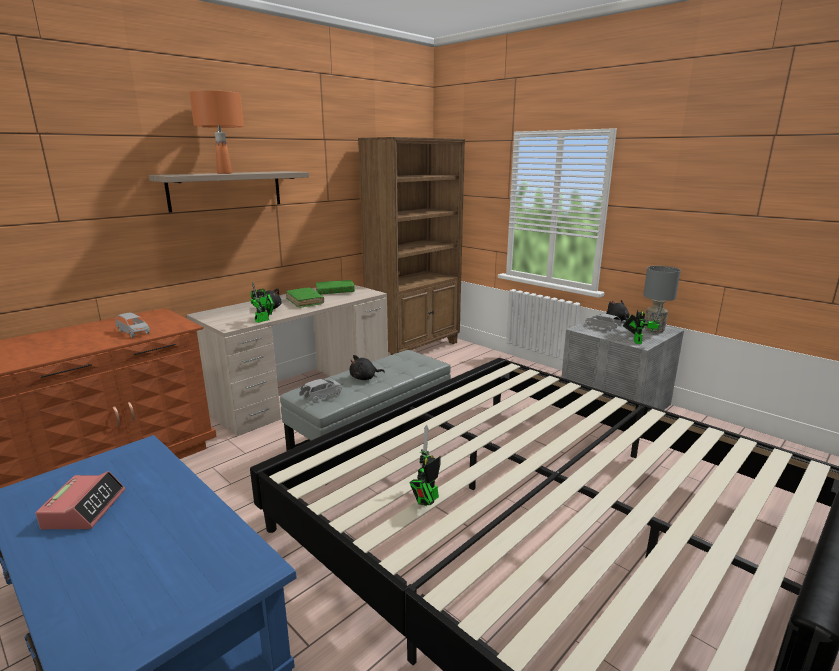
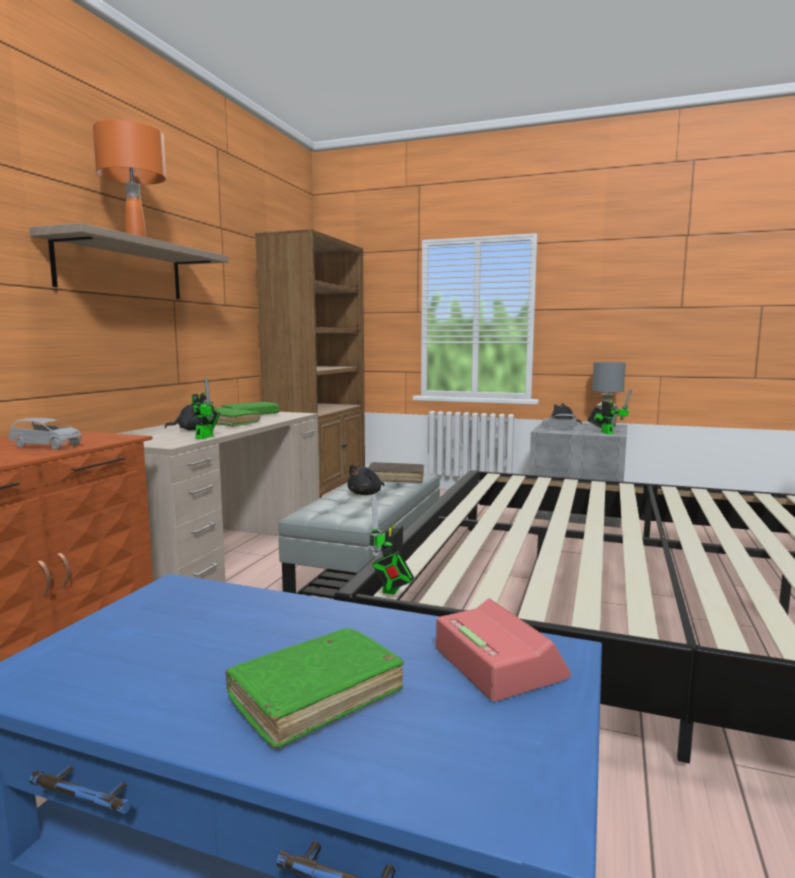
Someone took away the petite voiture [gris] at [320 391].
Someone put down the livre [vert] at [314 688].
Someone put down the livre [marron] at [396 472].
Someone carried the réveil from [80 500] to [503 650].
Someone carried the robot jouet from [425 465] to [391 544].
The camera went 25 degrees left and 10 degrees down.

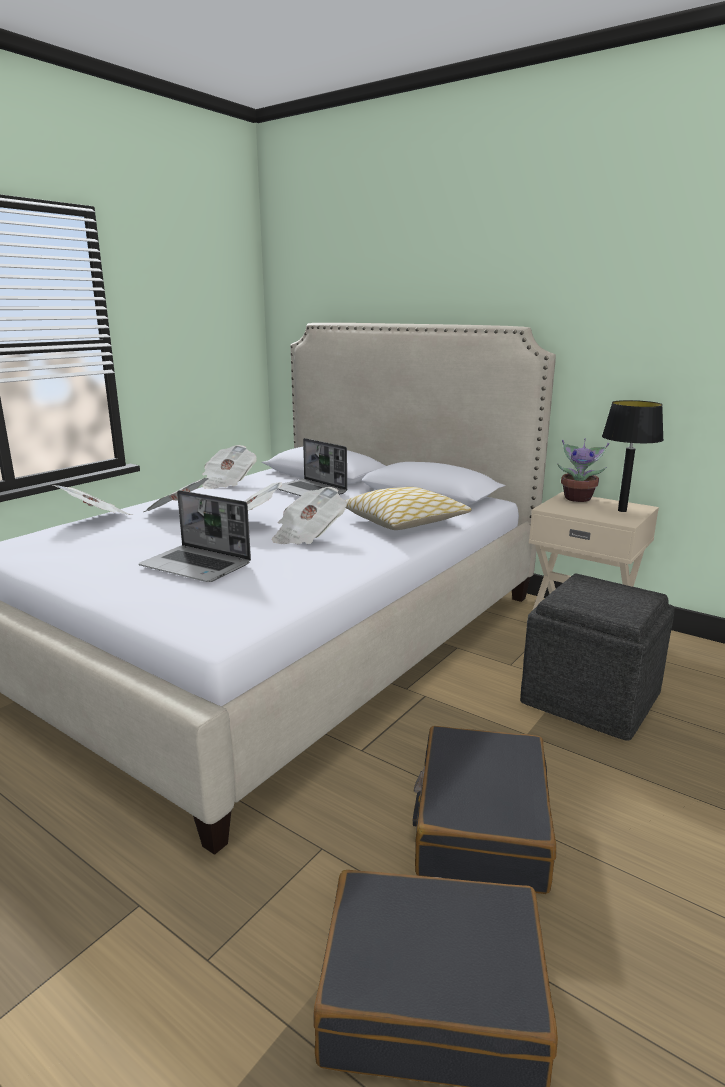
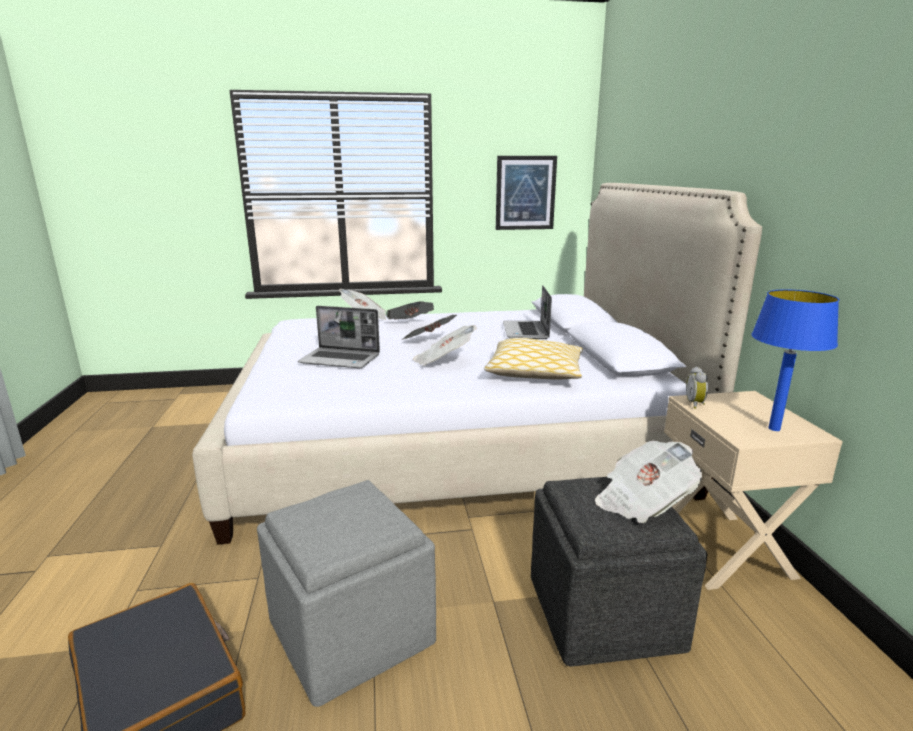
Someone took away the plante en pot at [583 470].
Someone put up the tableau at [526 193].
Someone put down the réveil at [697 387].
Someone carried the journal from [229 467] to [648 482].
Someone swapped the valise [noir] at [484 810] for the pouf [gris] at [346 593].
Someone repainted the lampe de table [noir] at [633 456], which became the lampe de table [bleu] at [795 360].
Someone rotated the ordinateur portable at [195 536] by 60 degrees counterclockwise.
The camera went 45 degrees right and 0 degrees up.

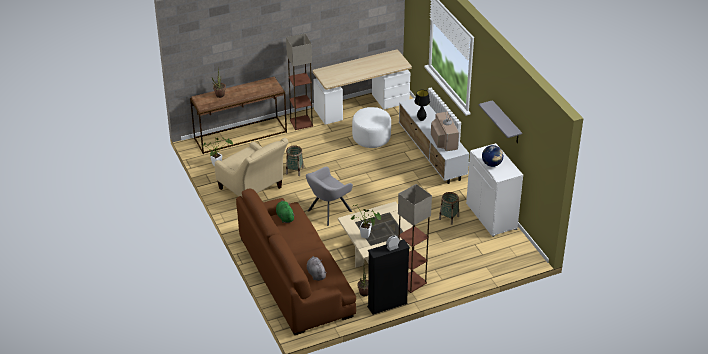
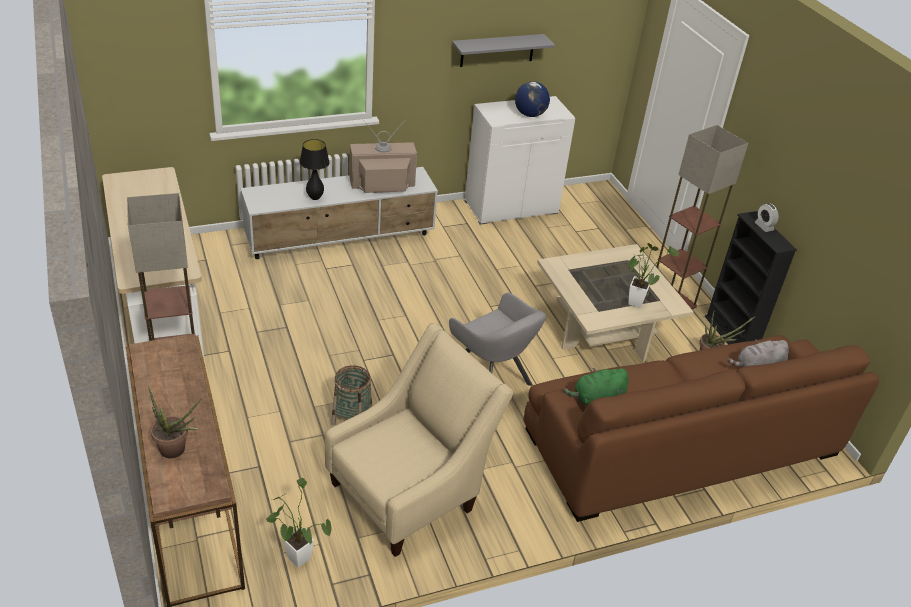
Someone took away the pouf [blanc] at [371 127].
Someone took away the panier at [449 208].
The camera went 90 degrees left and 0 degrees up.

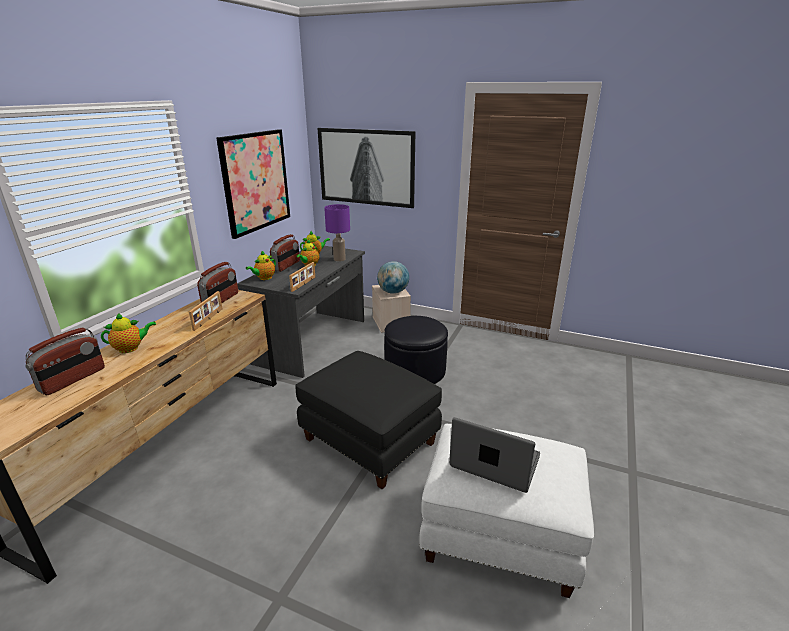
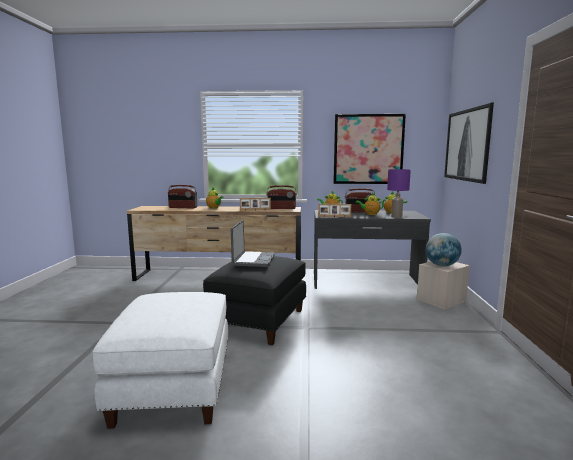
Someone took away the pouf [noir] at [416 350].
Someone carried the ordinateur portable from [494 455] to [253 243].
The camera went 70 degrees right and 15 degrees down.

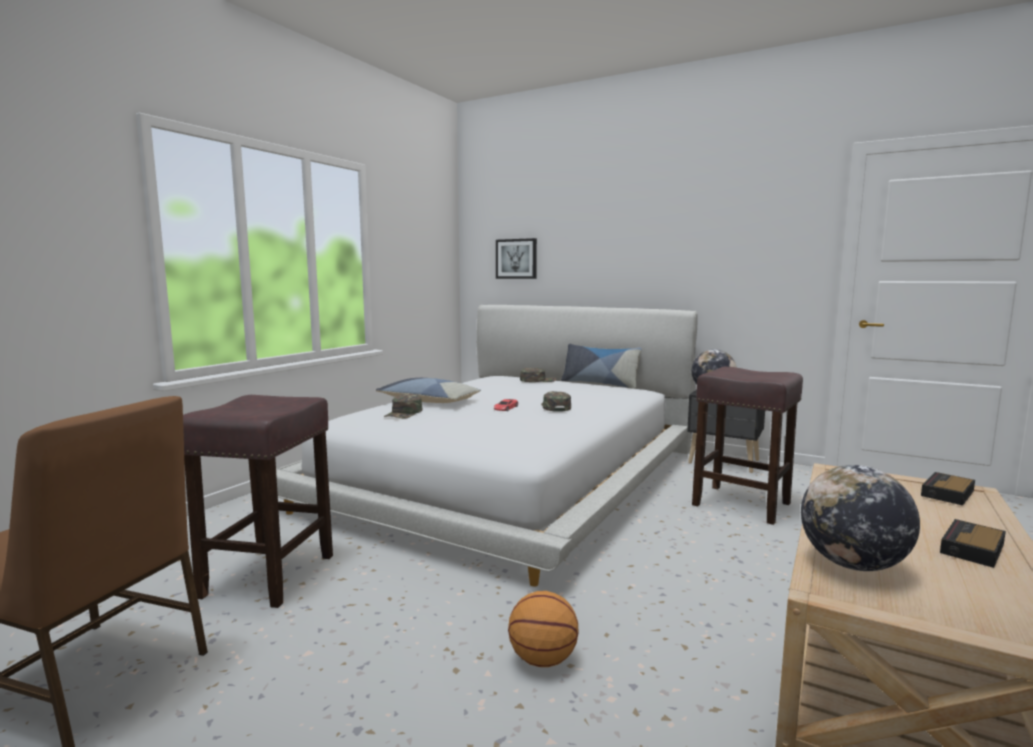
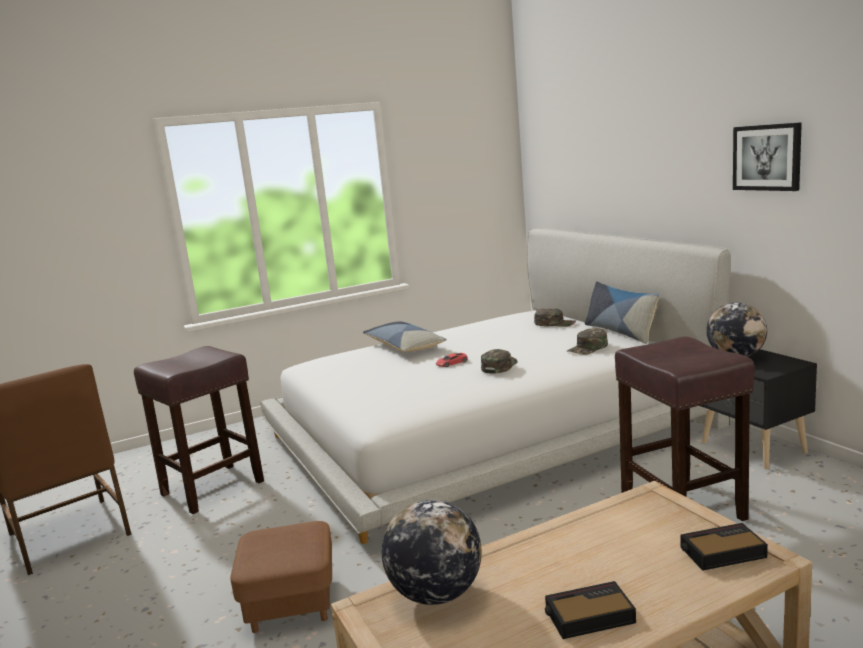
Someone carried the casquette [vert] from [403 406] to [587 341].
Someone carried the tableau from [516 258] to [767 156].
Someone swapped the ballon de basket at [543 629] for the pouf [marron] at [281 577].
The camera went 35 degrees right and 5 degrees up.

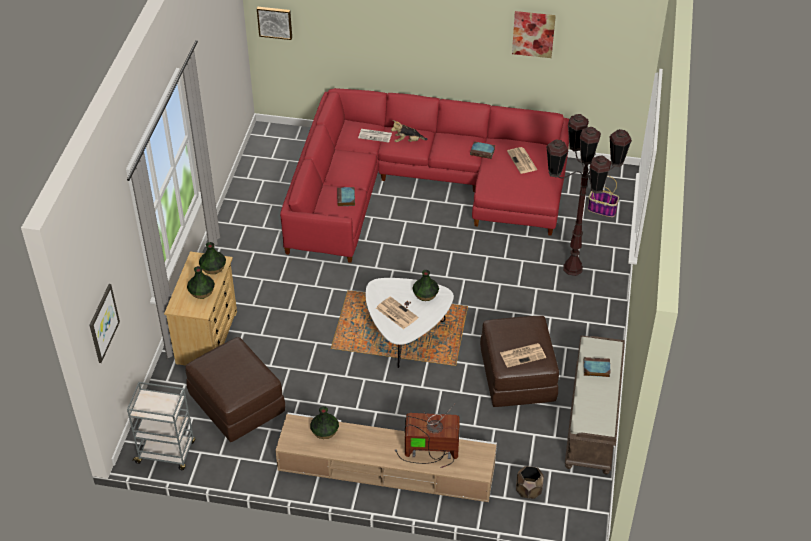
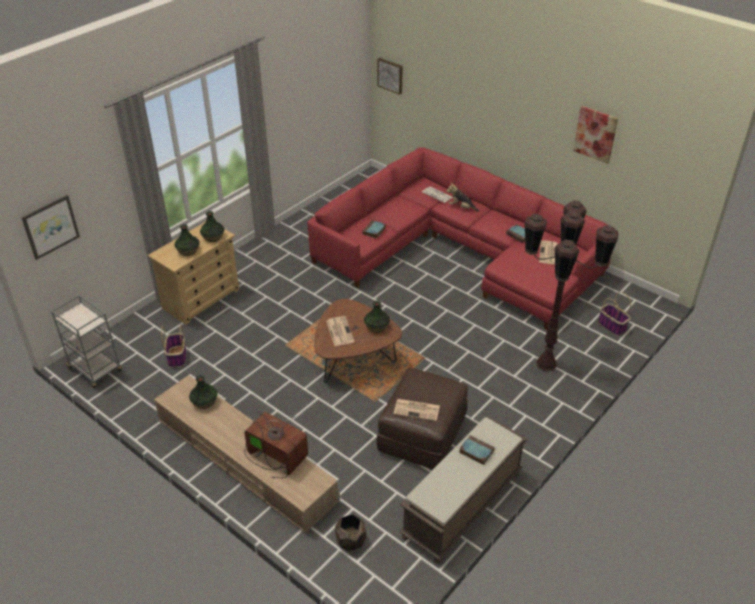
Someone swapped the pouf [marron] at [235 389] for the panier at [173 345].
Someone repainted the table basse [blanc] at [410 323], which became the table basse [marron] at [358 341].
The camera went 30 degrees right and 5 degrees down.

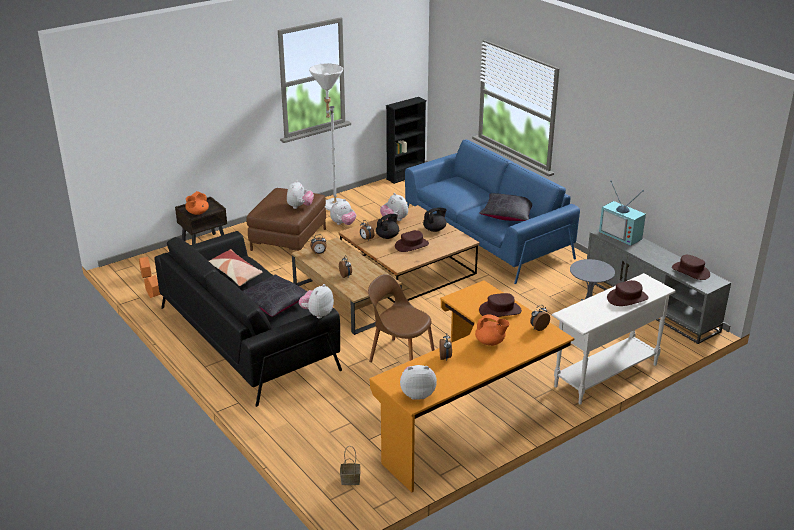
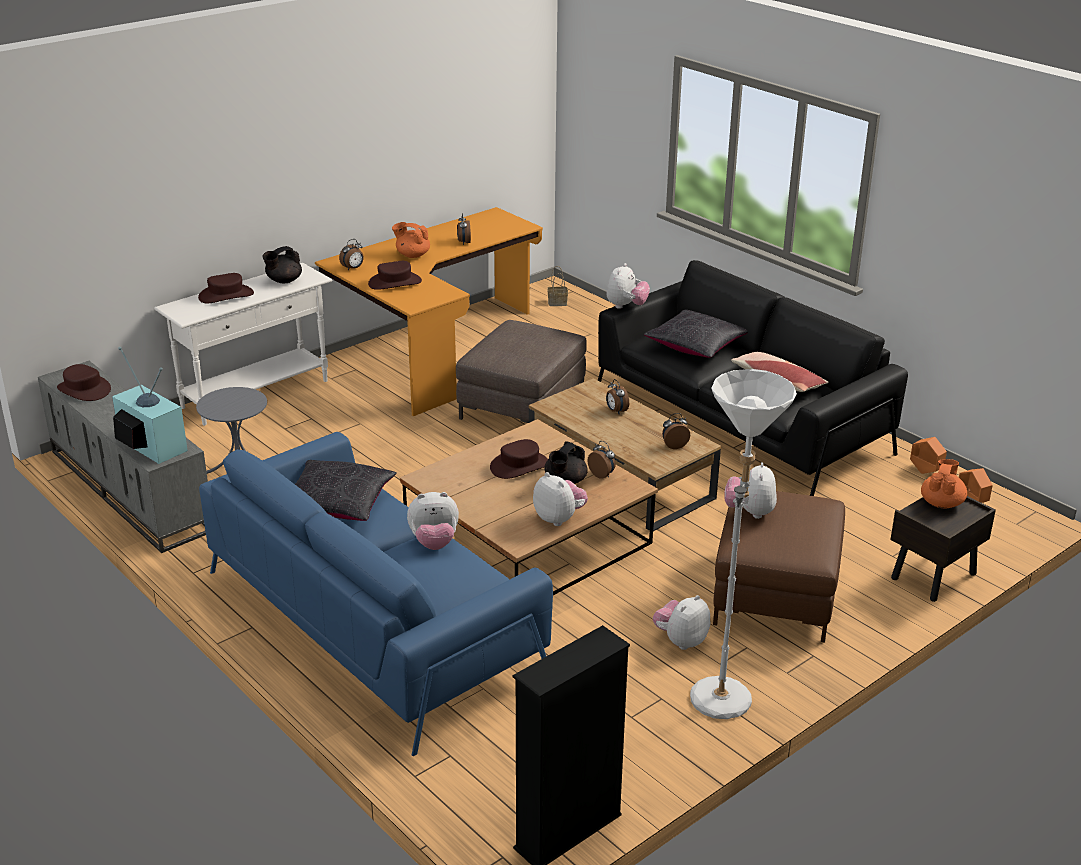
Someone carried the peluche from [418 382] to [433 521].
Someone carried the théière [noir] from [435 220] to [282 264].
Someone swapped the chaise [marron] at [401 318] for the pouf [marron] at [521 371].
The camera went 175 degrees right and 0 degrees up.

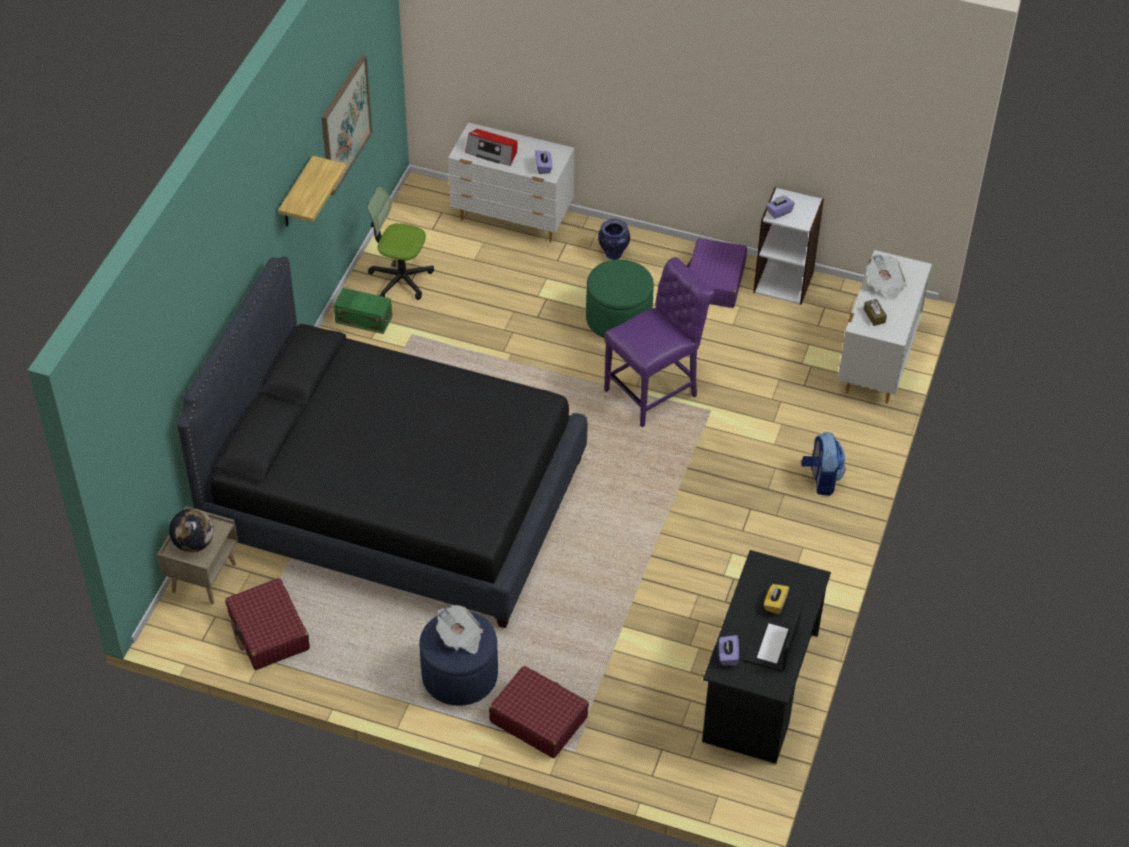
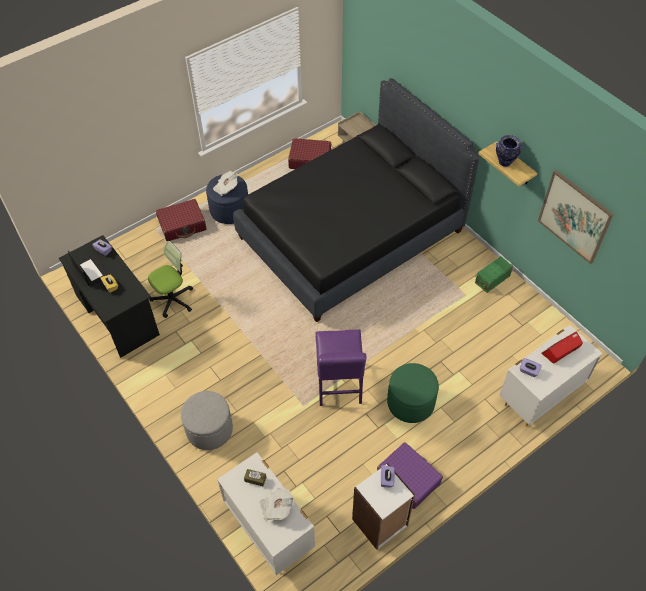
Someone took away the globe at [191 530].
Someone carried the chaise de bureau from [400 243] to [170 279].
Someone carried the vase from [614 239] to [509 151].
Someone swapped the sac à dos at [823 464] for the pouf [gris] at [207 420].
The camera went 125 degrees right and 5 degrees up.

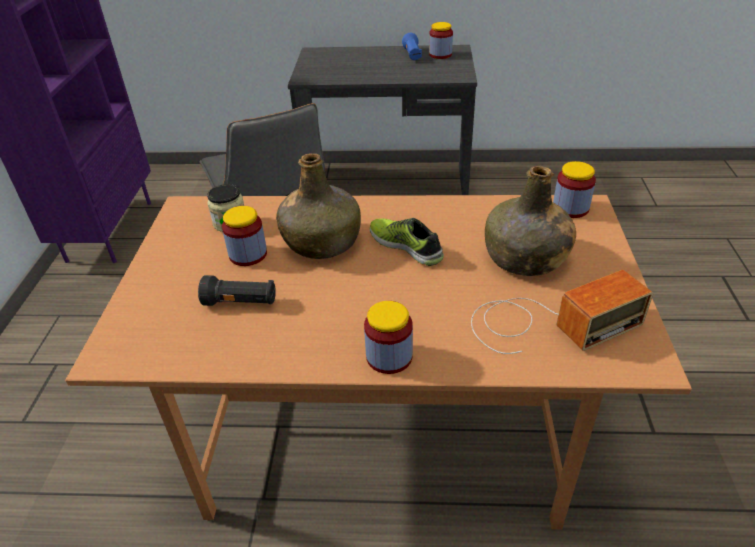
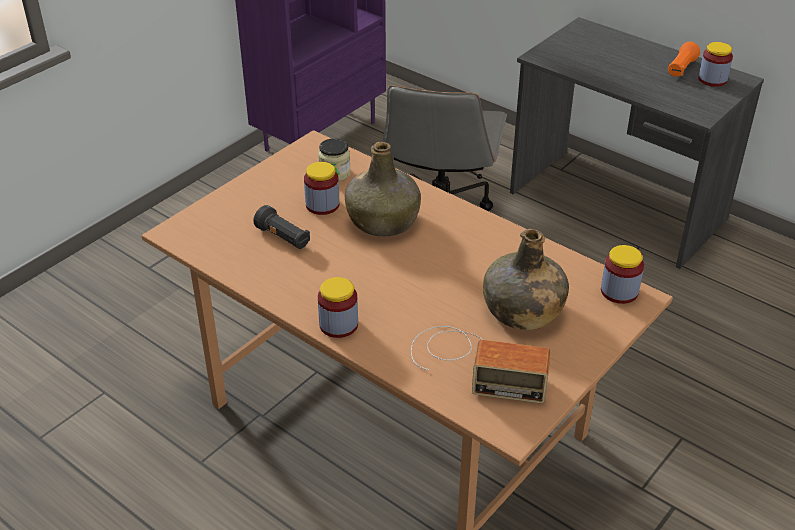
Someone took away the chaussure at [407 242].
Someone repainted the lampe de poche [bleu] at [412 46], which became the lampe de poche [orange] at [684 59].
The camera went 35 degrees right and 0 degrees up.

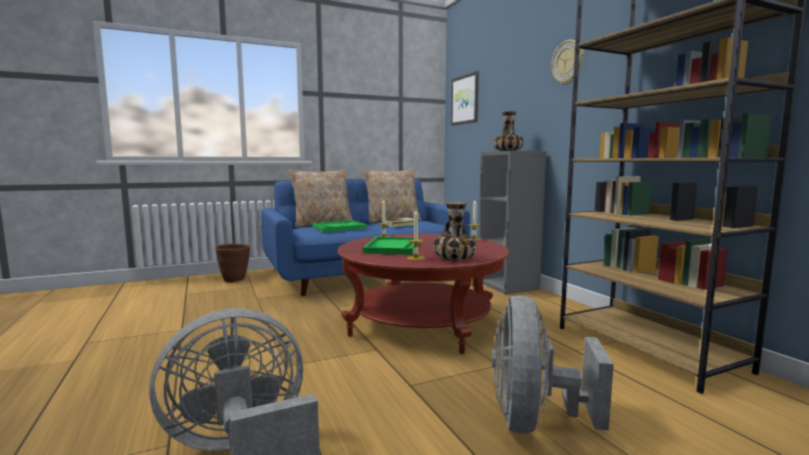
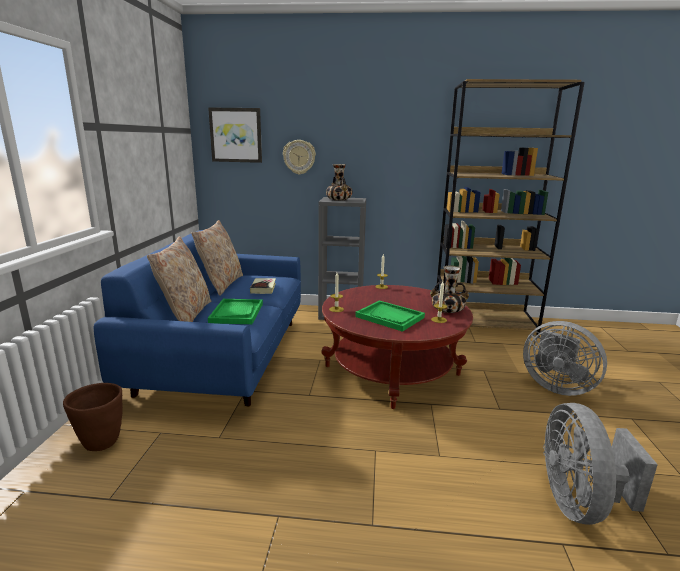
Someone carried the horloge murale from [567 62] to [299 157].
The camera went 60 degrees left and 10 degrees up.

